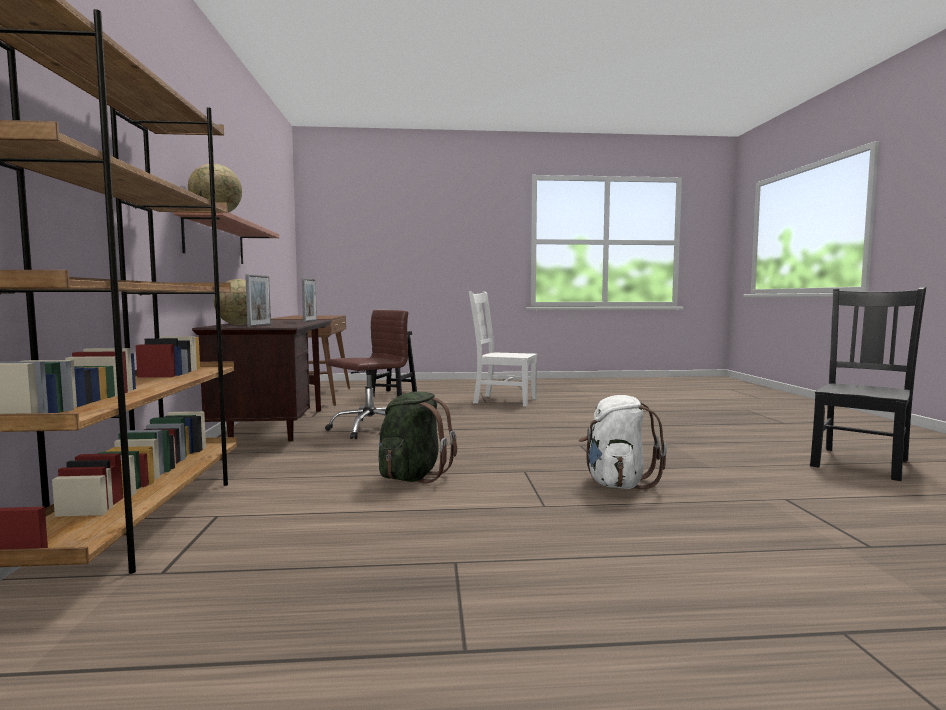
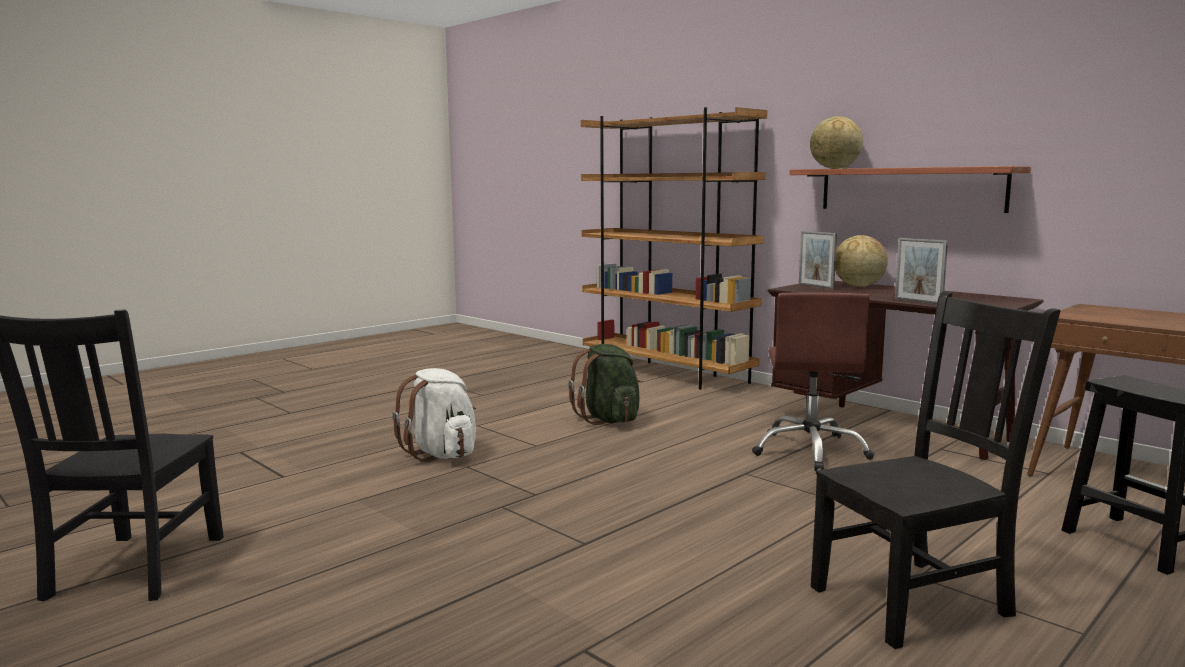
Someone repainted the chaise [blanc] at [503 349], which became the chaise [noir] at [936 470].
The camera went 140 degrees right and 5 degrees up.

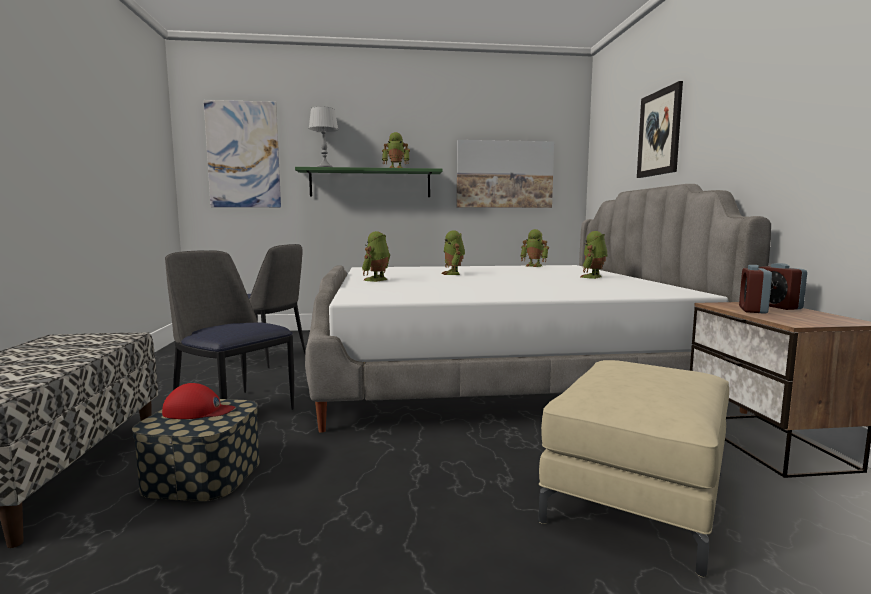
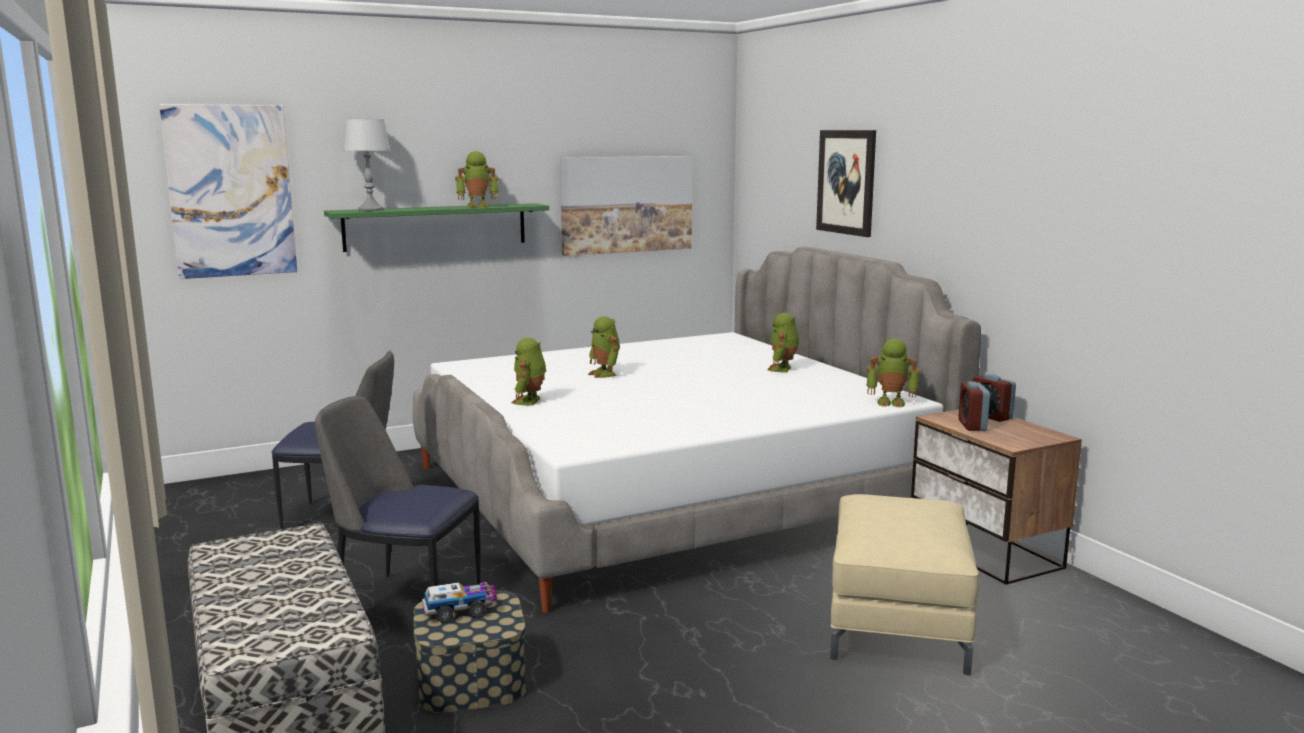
Someone carried the robot jouet from [535 248] to [893 373].
Someone swapped the casquette [rouge] at [198 401] for the camion jouet at [459 603].
The camera went 20 degrees left and 5 degrees up.

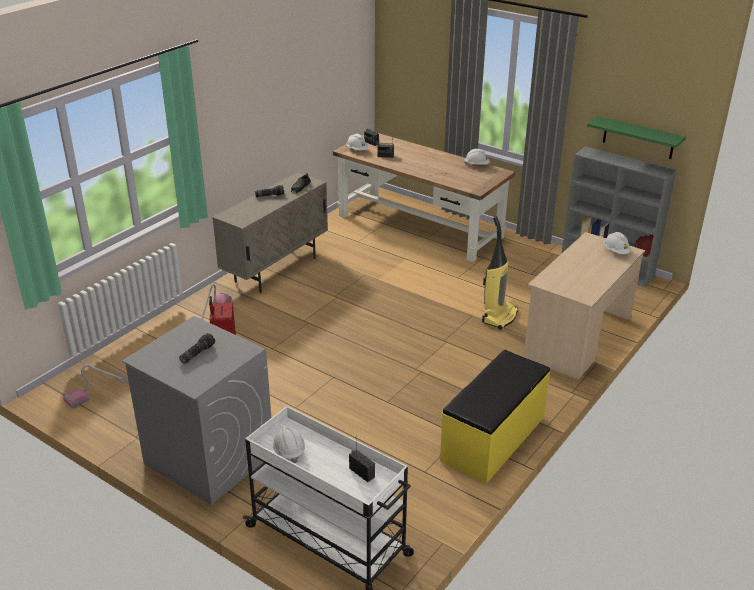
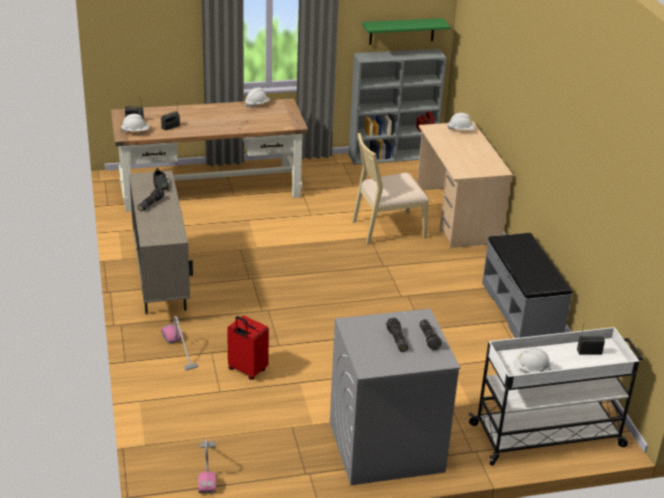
Someone put down the lampe de poche at [431 334].
Someone swapped the aspirateur at [500 273] for the chaise [beige] at [390 188].
Someone repainted the banc [jaune] at [495 417], which became the banc [gris] at [527 285].
The camera went 50 degrees left and 0 degrees up.

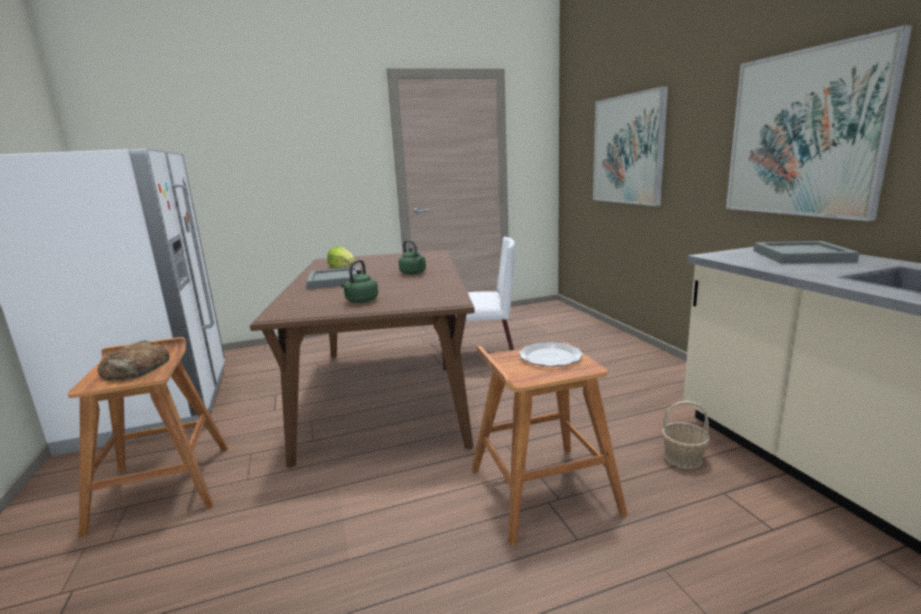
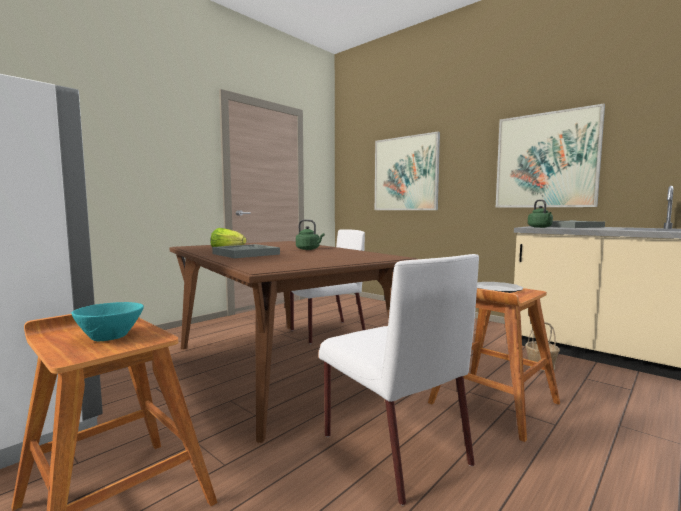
Someone put down the chaise [blanc] at [399 379].
Someone carried the bouilloire [vert] from [359 281] to [540 213].
Someone swapped the pain at [133 360] for the bol [turquoise] at [107 321].
The camera went 30 degrees left and 10 degrees down.

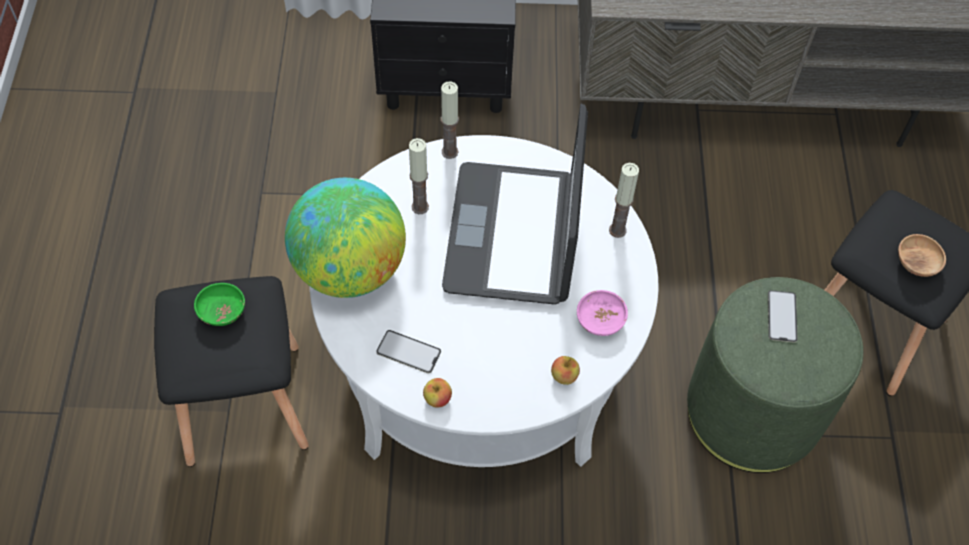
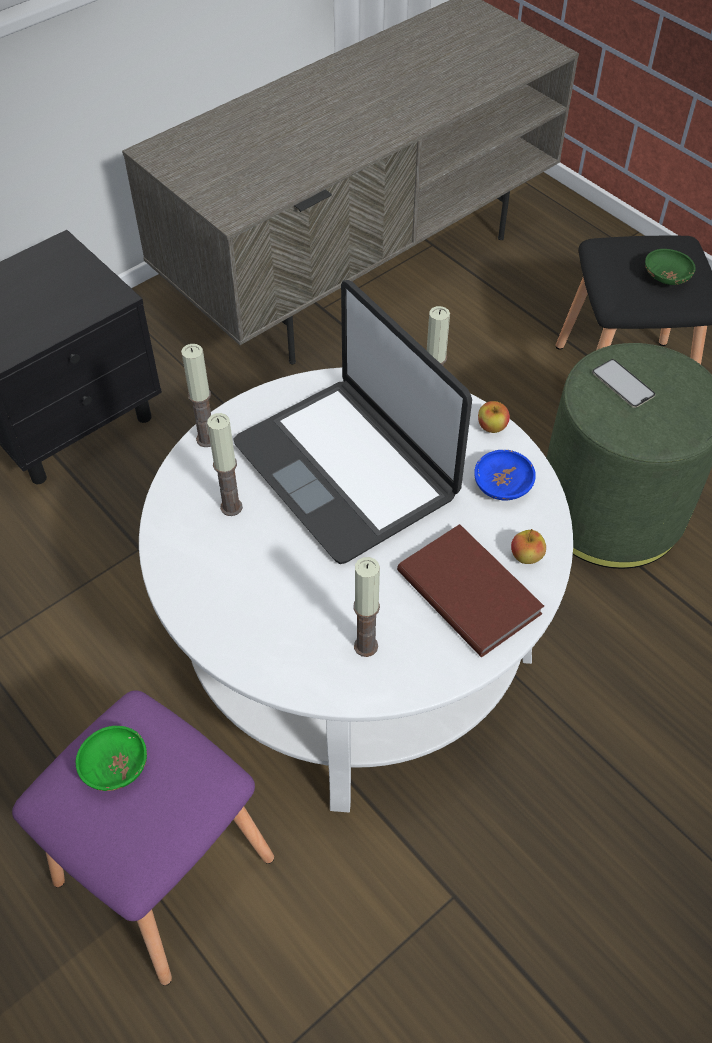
Someone took away the globe at [345 238].
Someone put down the livre [marron] at [470 590].
Someone carried the pomme from [437 393] to [494 417].
Someone swapped the téléphone at [408 352] for the bougie at [367 607].
Someone repainted the tabouret [noir] at [231 371], which became the tabouret [violet] at [143 838].
Someone repainted the bol [rose] at [602 313], which became the bol [bleu] at [505 475].
Someone repainted the bol [marron] at [922 255], which became the bol [vert] at [670 267].
The camera went 40 degrees left and 5 degrees down.

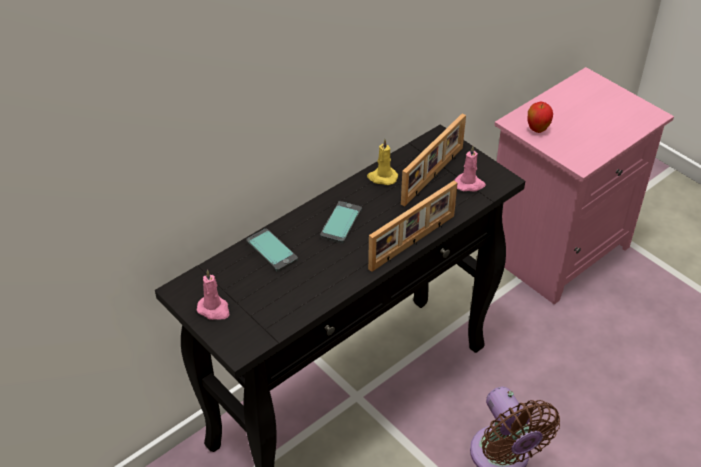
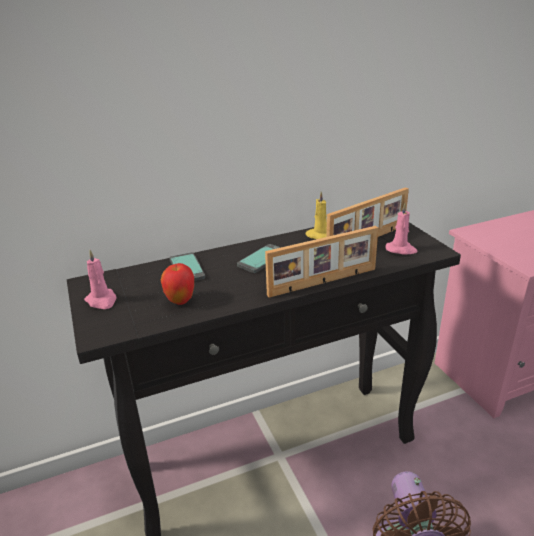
Someone carried the pomme from [540 117] to [177 284].
The camera went 20 degrees right and 15 degrees down.

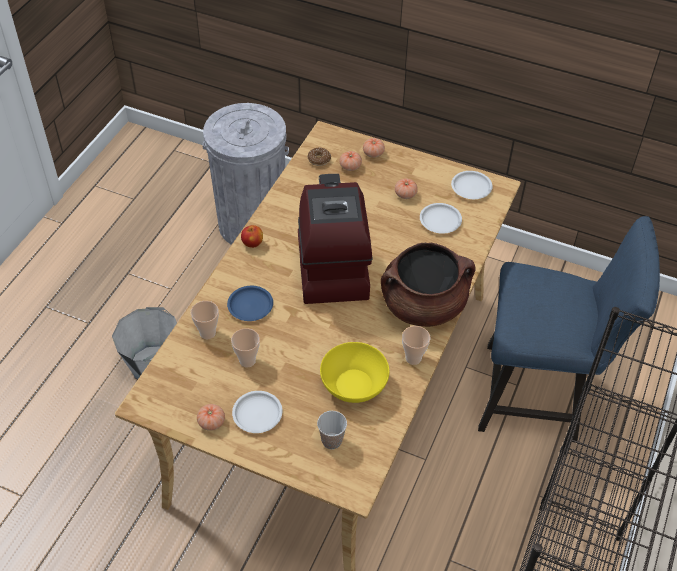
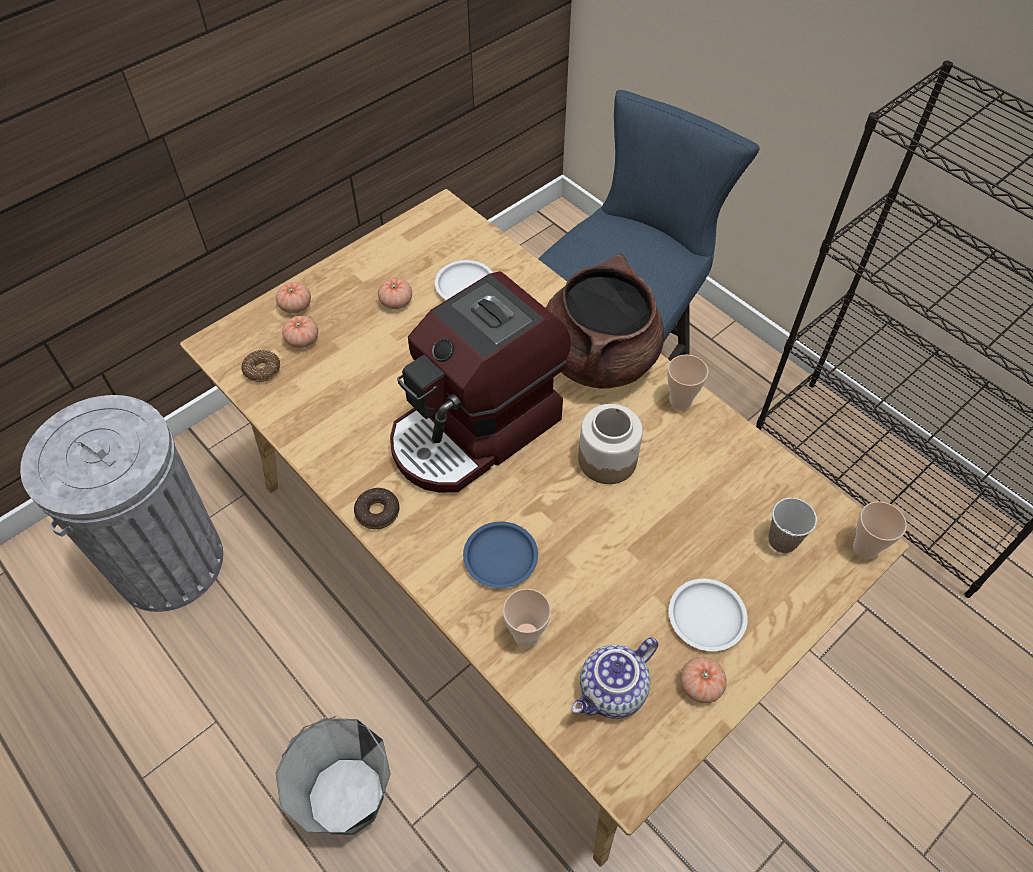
Someone took away the bol [jaune] at [354 372].
Someone took away the assiette [blanc] at [472 185].
Someone put down the théière at [614 678].
Someone put down the bocal at [610 444].
Someone carried the tasse from [245 347] to [880 530].
Someone swapped the pomme at [252 236] for the beignet at [376 508].
Someone rotated the machine à café at [335 239] by 60 degrees counterclockwise.
The camera went 65 degrees left and 5 degrees up.

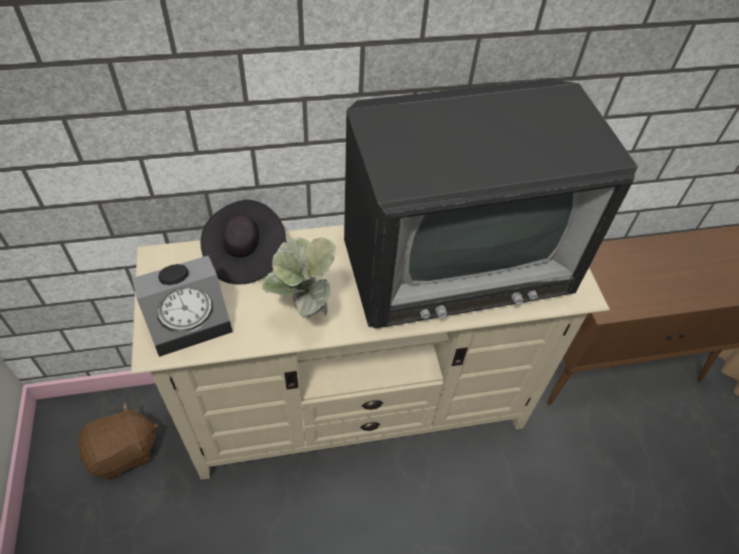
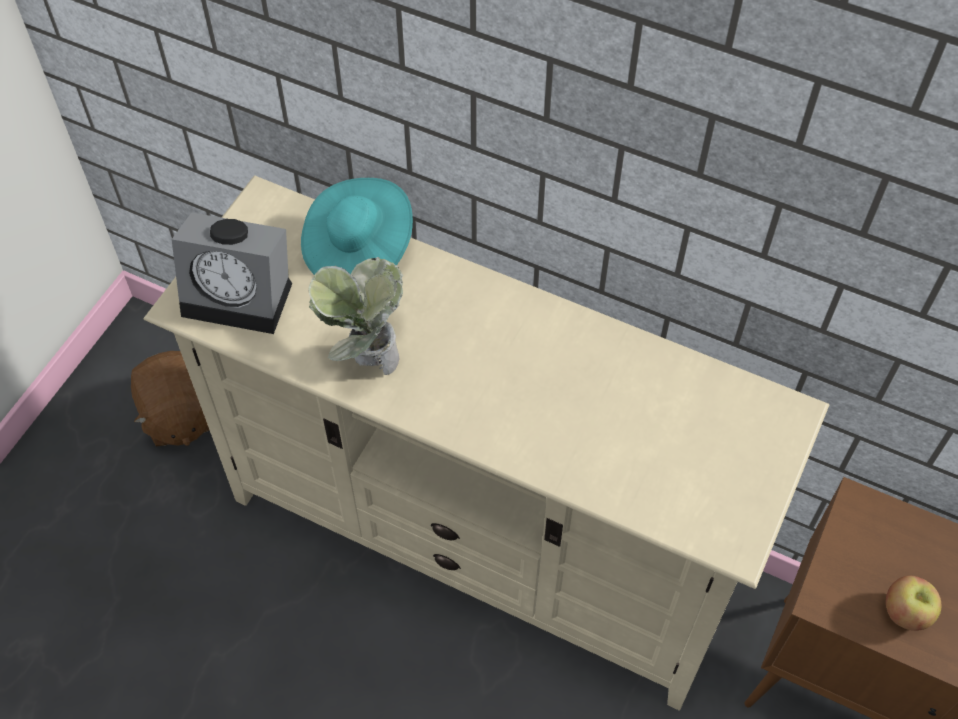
Someone took away the téléviseur at [491 204].
Someone put down the pomme at [913 603].
Someone repainted the chapeau [noir] at [243 242], which became the chapeau [turquoise] at [357 226].
Someone rotated the peluche [marron] at [118 440] by 60 degrees clockwise.
The camera went 40 degrees right and 5 degrees up.

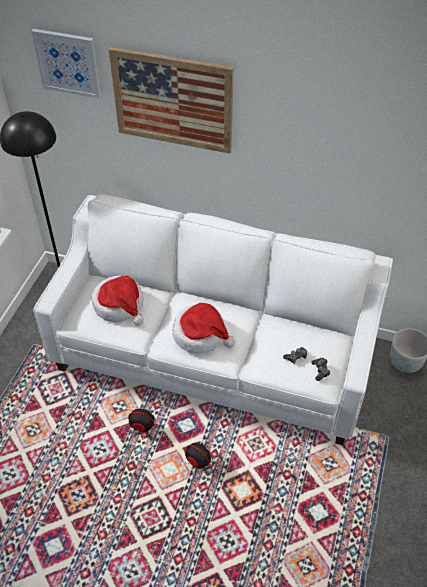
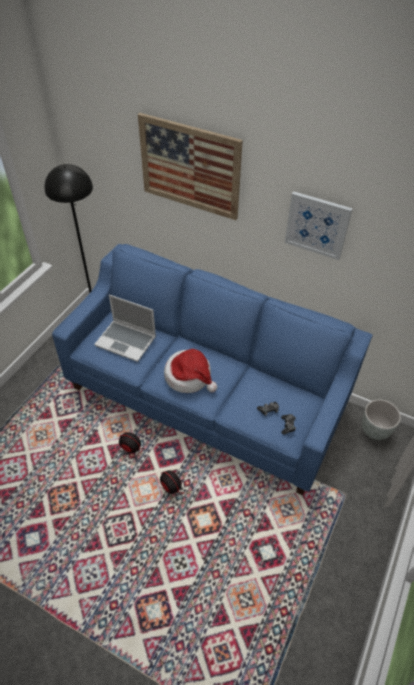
Someone carried the tableau from [66 64] to [319 226].
Someone swapped the chapeau at [118 301] for the ordinateur portable at [125 328].
Someone repainted the canapé [blanc] at [213 319], which became the canapé [bleu] at [212 369].
The camera went 10 degrees right and 0 degrees up.

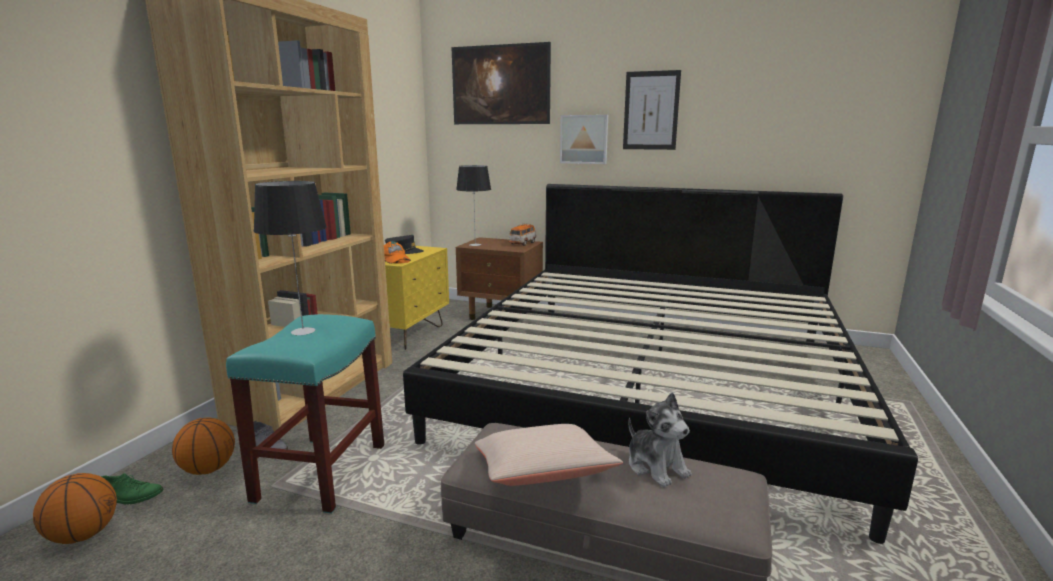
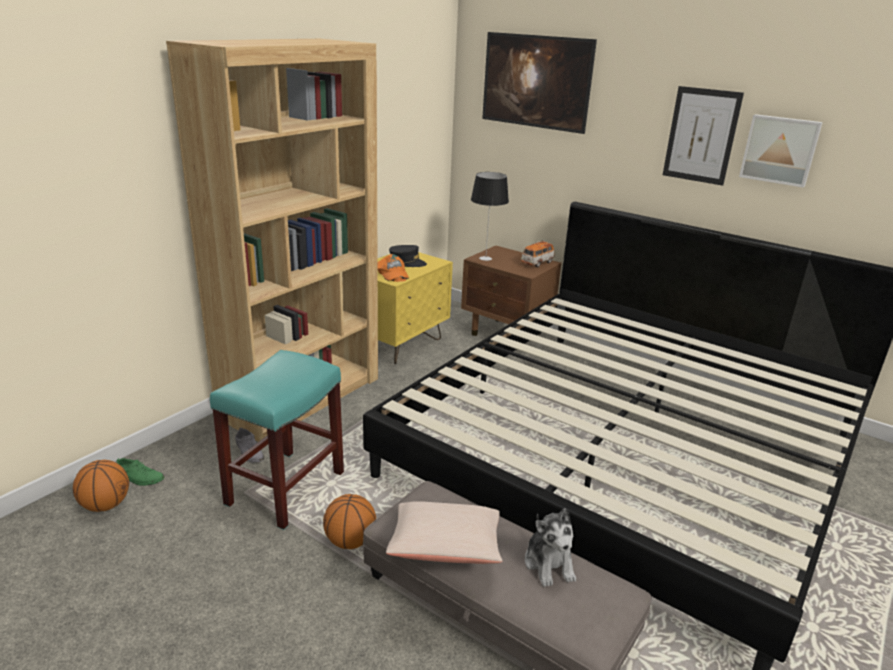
Someone took away the lampe de table at [290 258].
Someone carried the ballon de basket from [203 446] to [349 521].
Someone carried the tableau from [584 139] to [781 150].
The camera went 15 degrees right and 10 degrees up.

